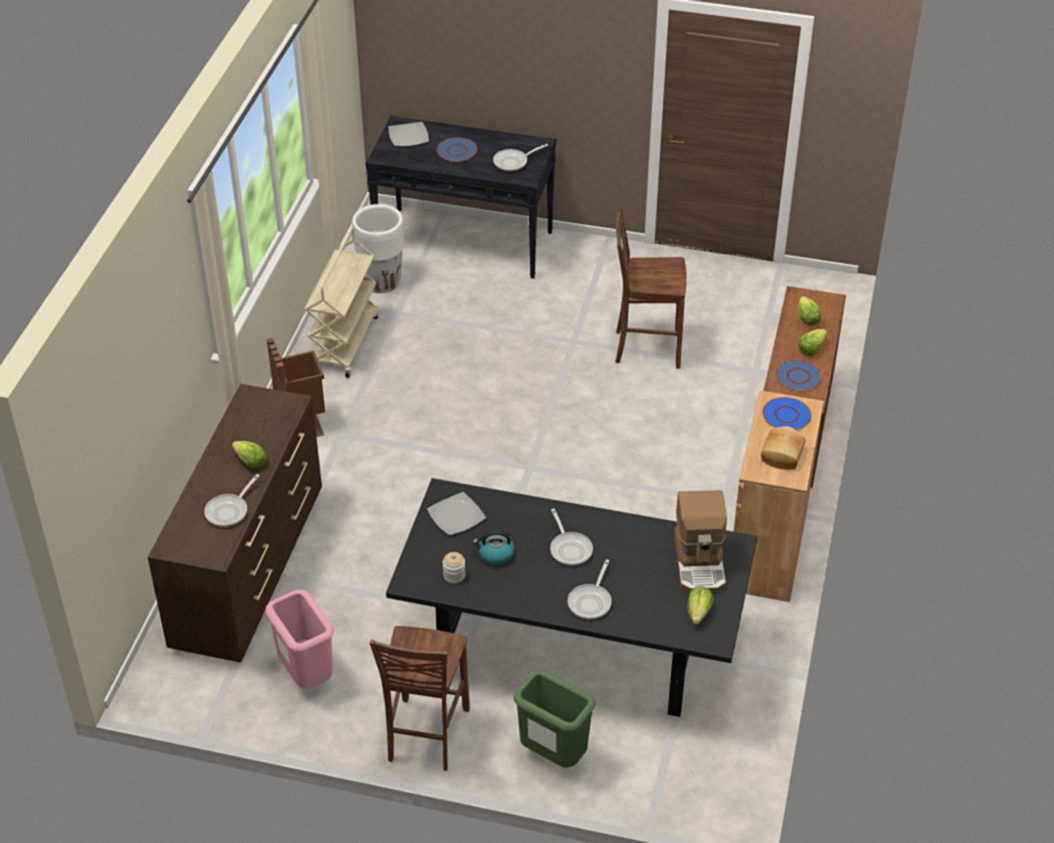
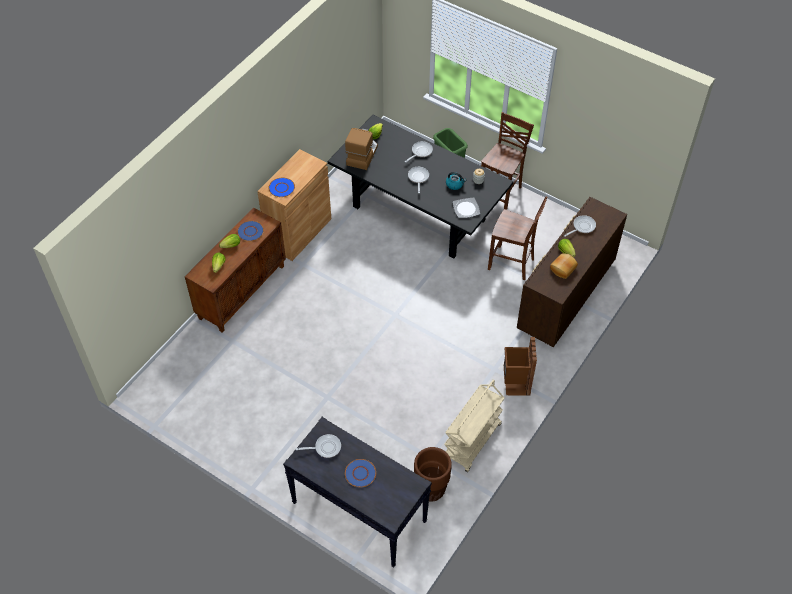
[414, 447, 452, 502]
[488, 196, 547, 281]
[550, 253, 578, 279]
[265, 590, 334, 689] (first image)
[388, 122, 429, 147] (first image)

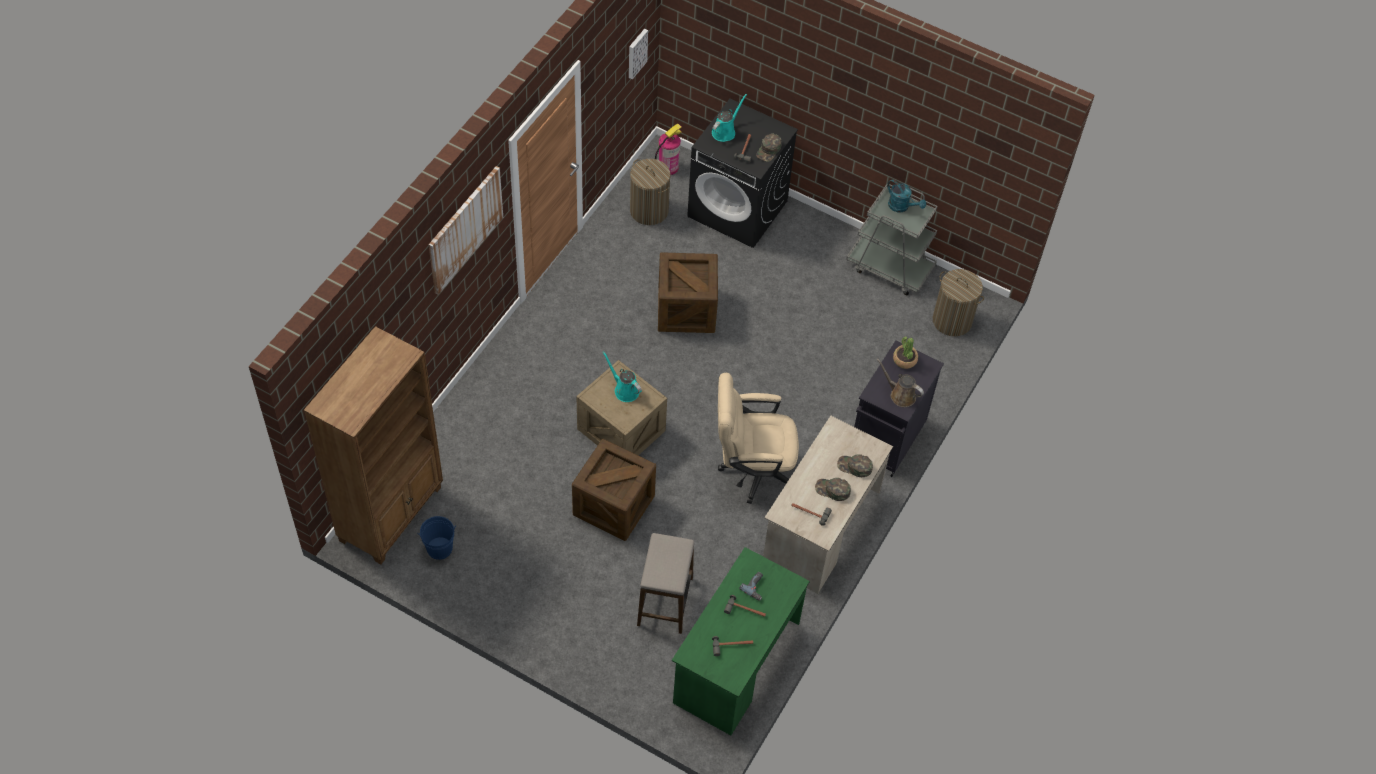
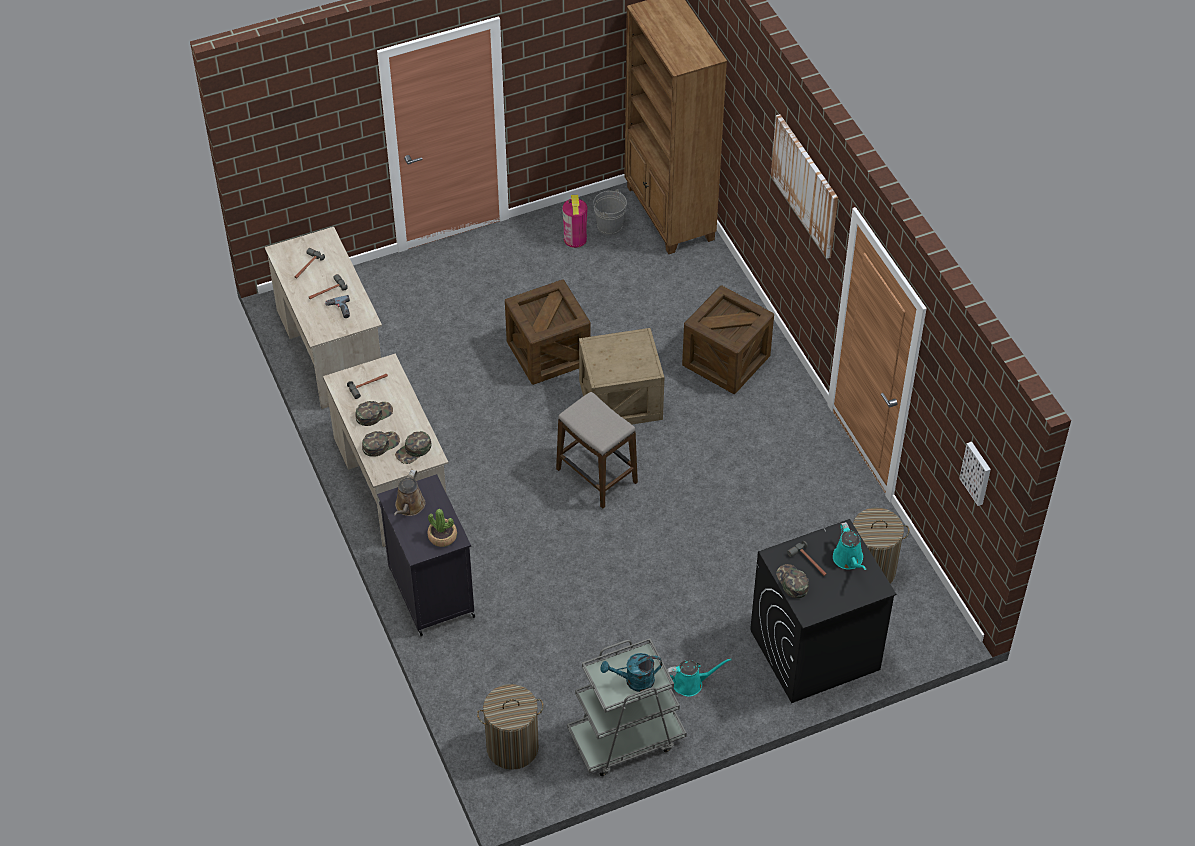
[264, 227, 382, 409]
[394, 470, 425, 516]
[395, 431, 431, 464]
[556, 392, 638, 509]
[562, 195, 588, 248]
[593, 189, 627, 236]
[667, 658, 731, 697]
[682, 285, 774, 394]
[718, 373, 799, 504] (first image)

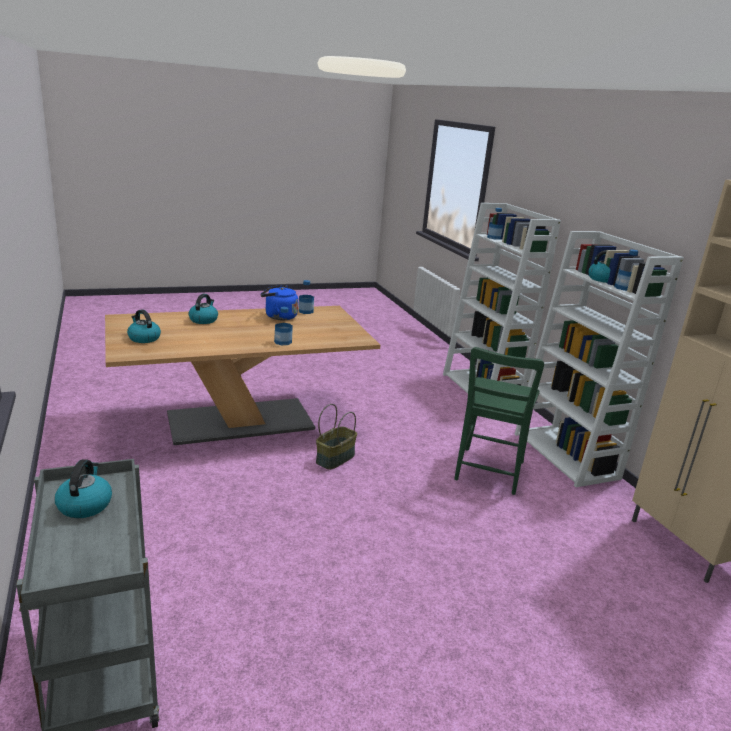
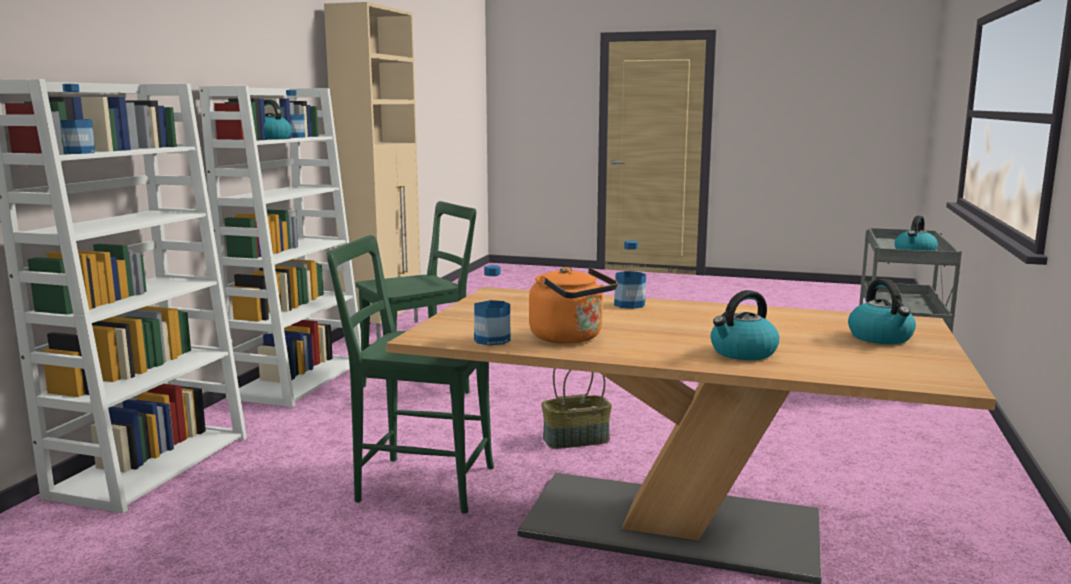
[327, 235, 494, 514]
[529, 267, 618, 344]

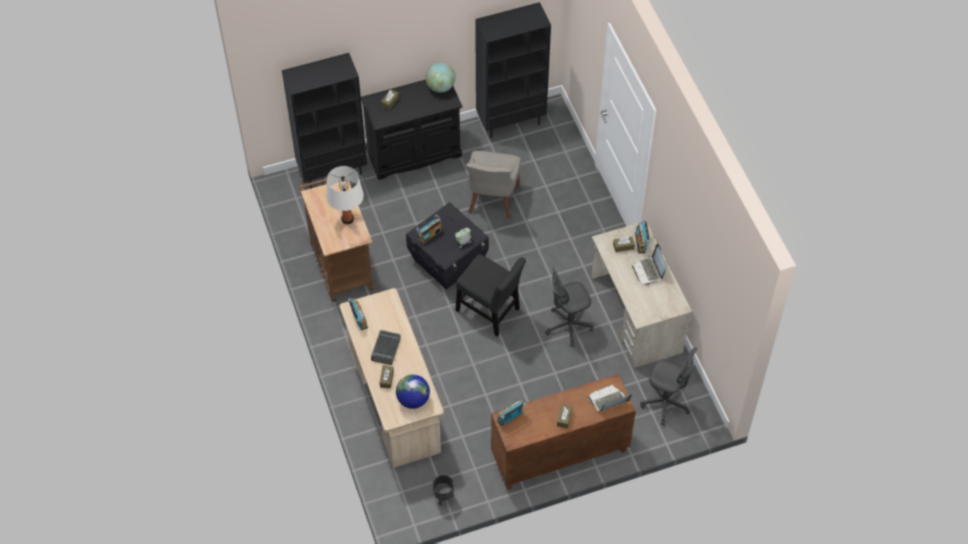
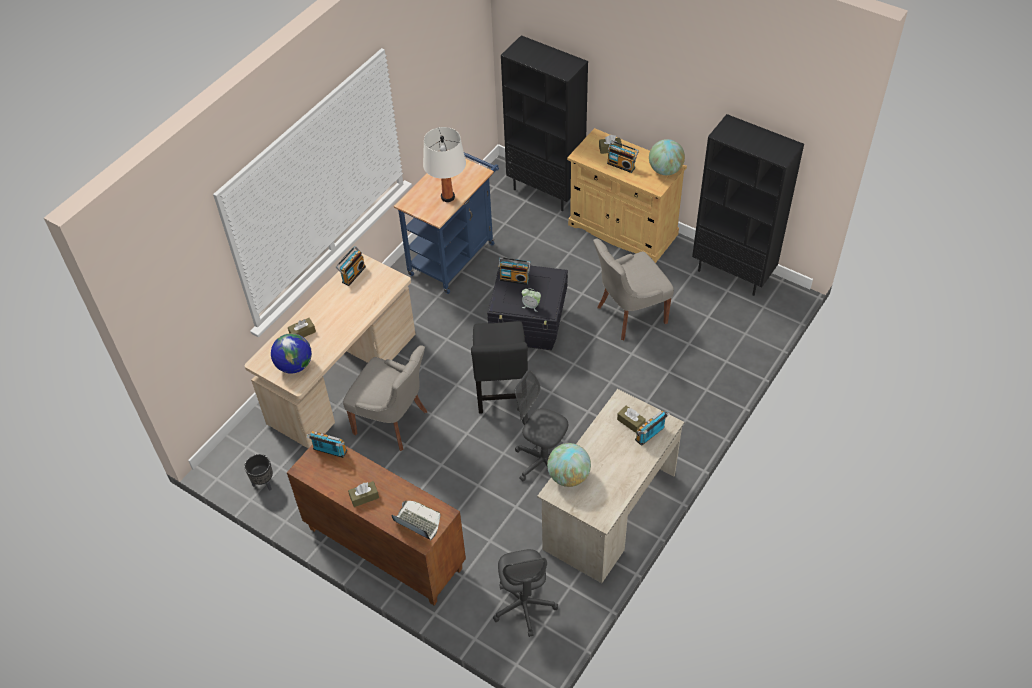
[343, 345, 427, 451]
[394, 152, 499, 294]
[547, 443, 591, 487]
[567, 128, 687, 263]
[607, 140, 639, 173]
[371, 330, 401, 365] (first image)
[632, 244, 666, 286] (first image)

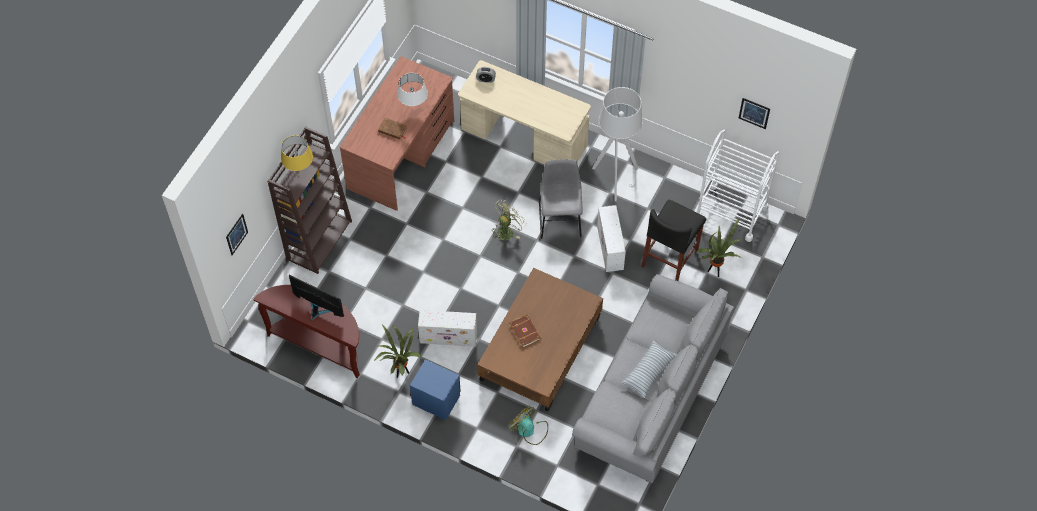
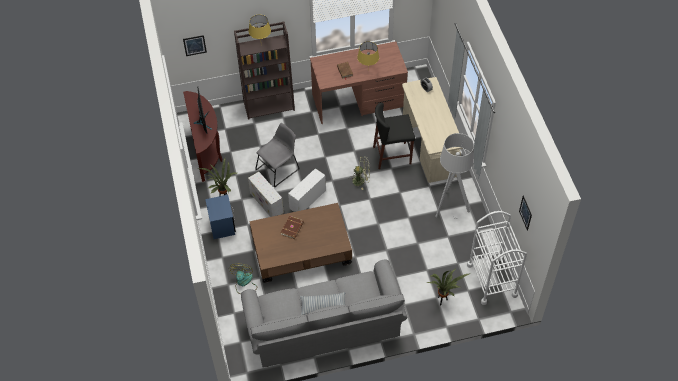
[255, 123, 300, 187]
[288, 168, 326, 212]
[357, 42, 379, 66]
[373, 103, 415, 169]

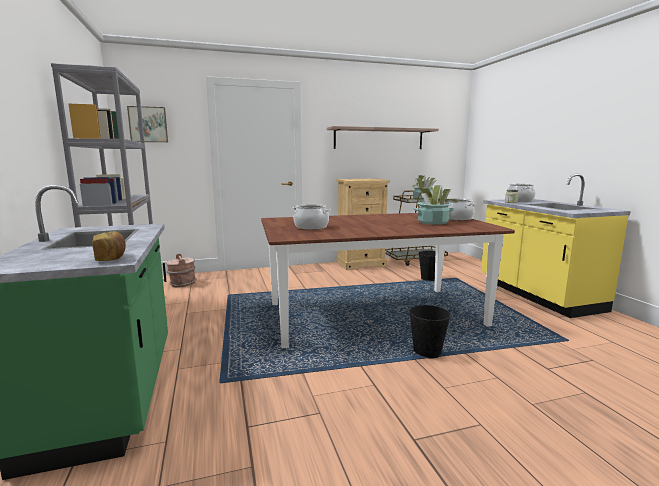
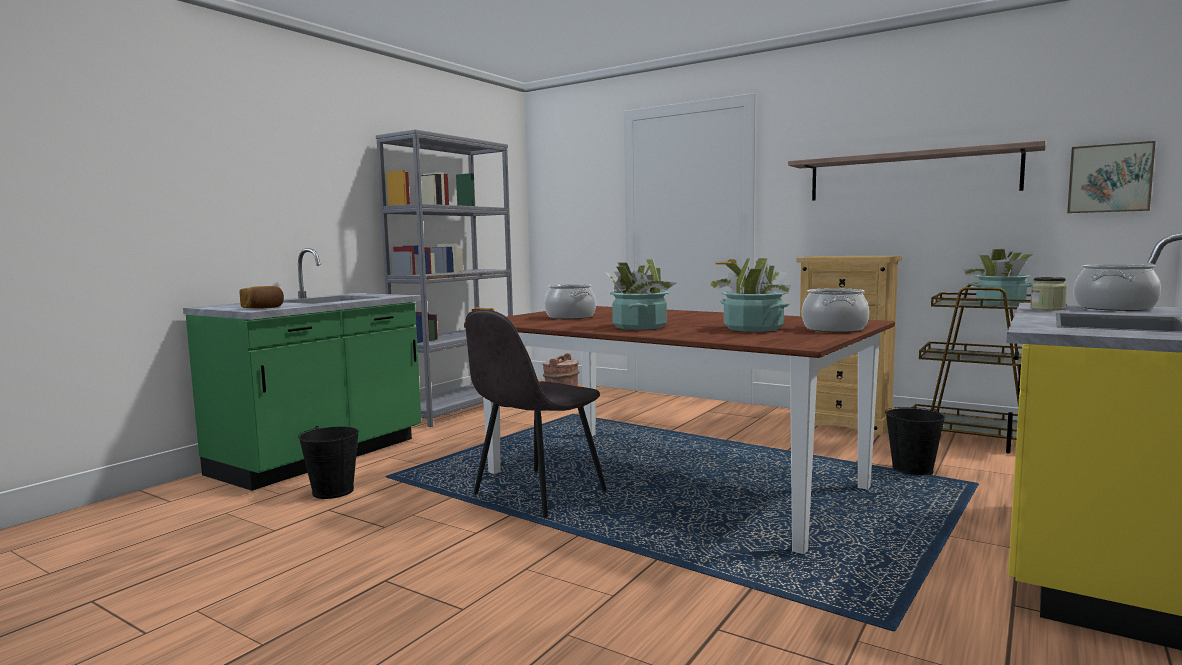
[298, 426, 359, 499]
[465, 310, 607, 518]
[605, 259, 676, 330]
[1067, 141, 1156, 213]

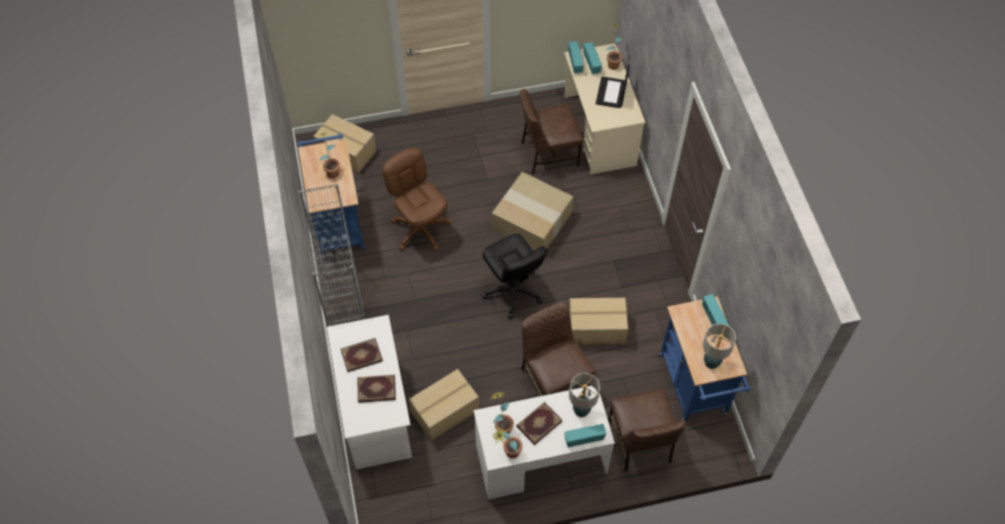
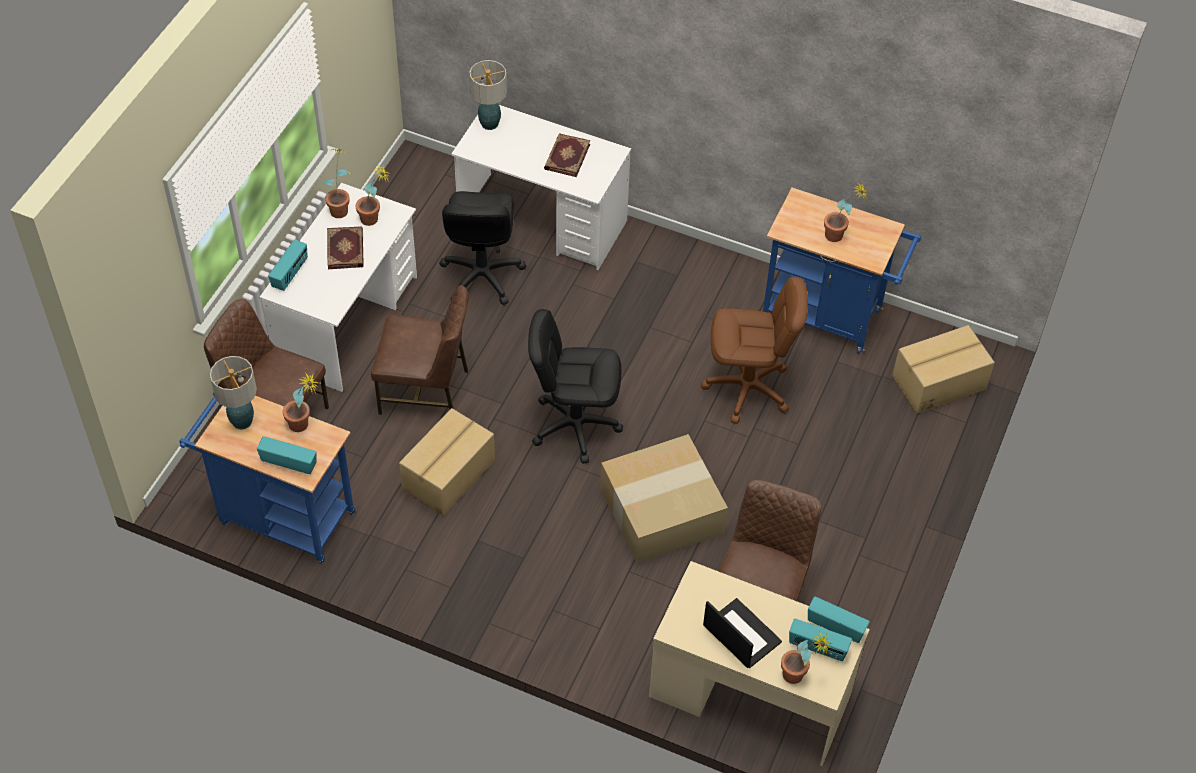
[283, 373, 319, 432]
[439, 191, 526, 305]
[469, 60, 507, 130]
[299, 184, 365, 327] (first image)
[357, 375, 396, 403] (first image)

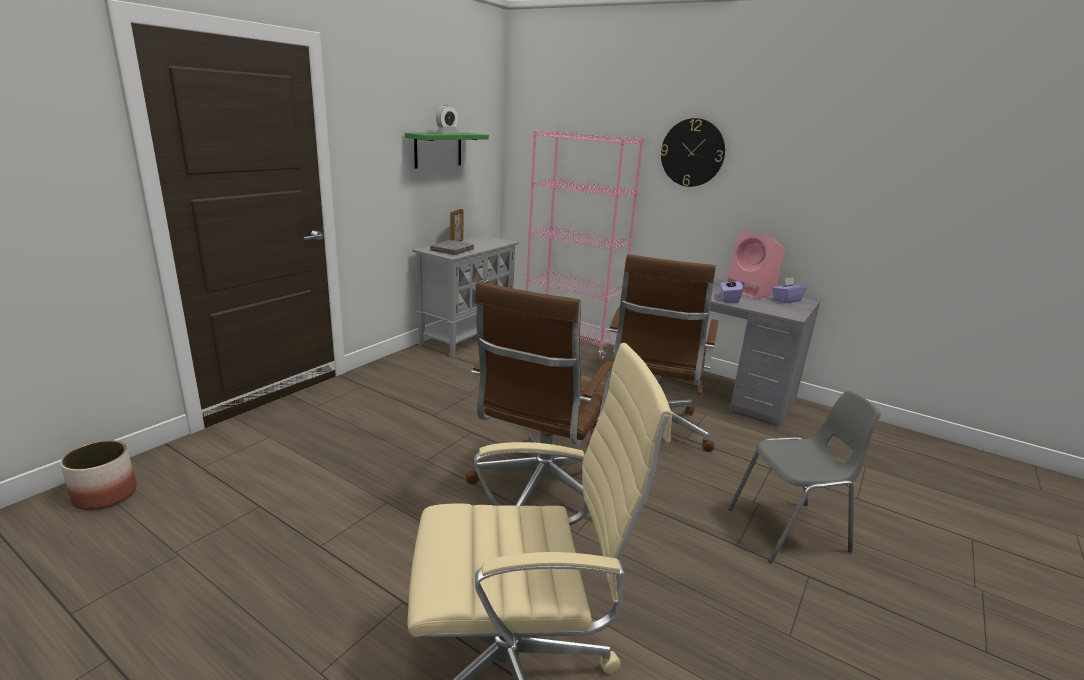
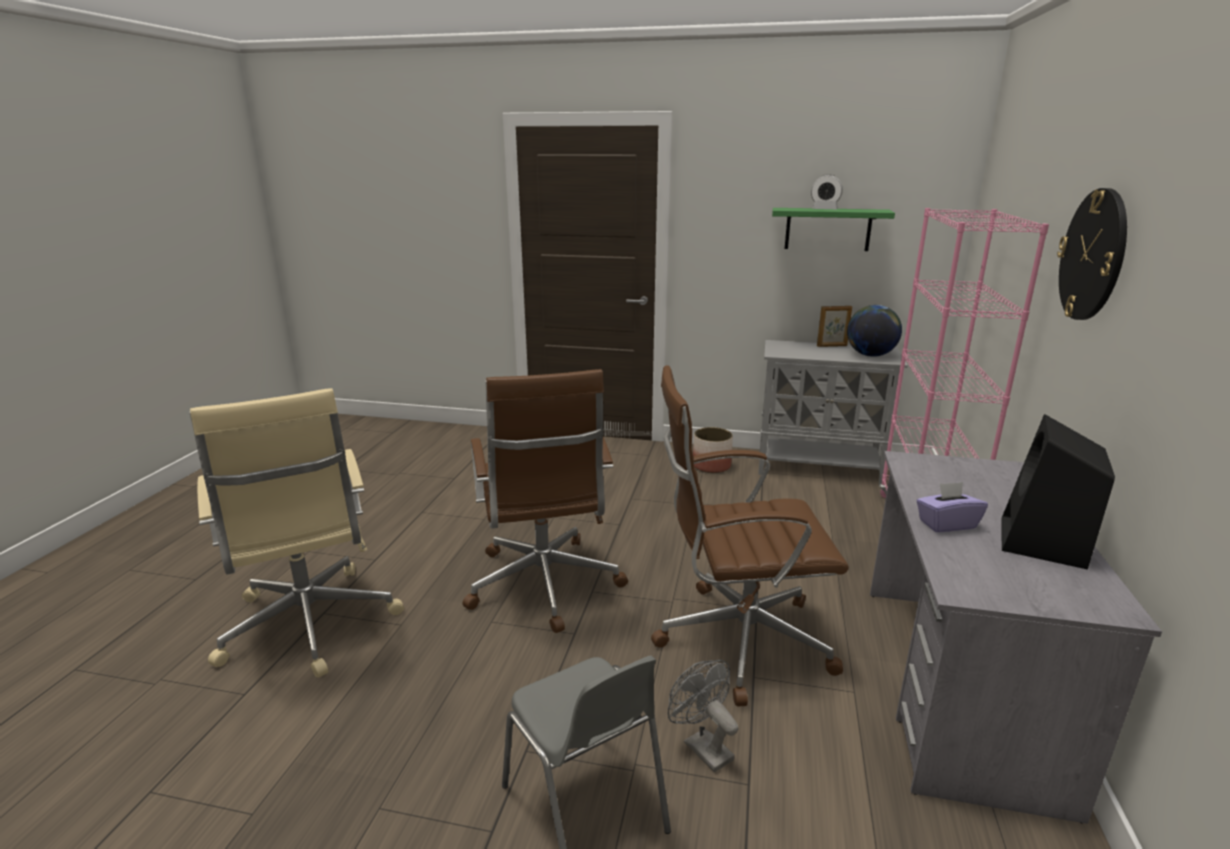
[463, 369, 628, 633]
[668, 660, 739, 772]
[693, 427, 733, 473]
[847, 305, 902, 357]
[1002, 414, 1115, 570]
[430, 240, 474, 255] (first image)
[772, 277, 807, 303] (first image)

